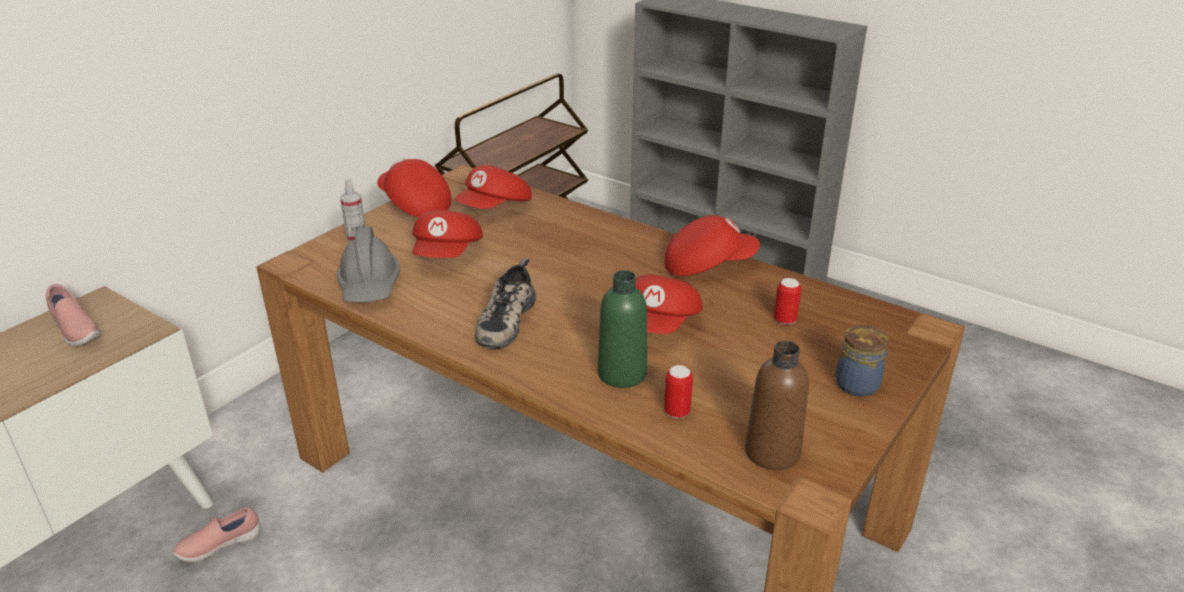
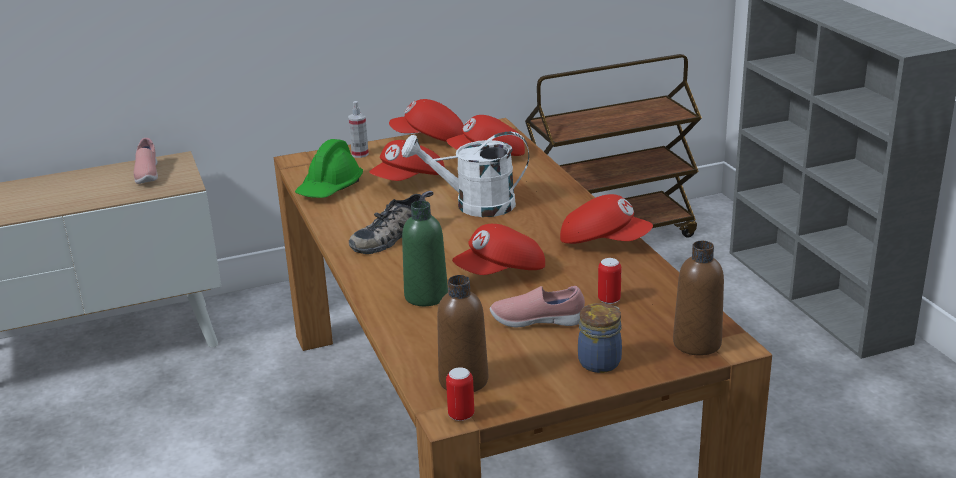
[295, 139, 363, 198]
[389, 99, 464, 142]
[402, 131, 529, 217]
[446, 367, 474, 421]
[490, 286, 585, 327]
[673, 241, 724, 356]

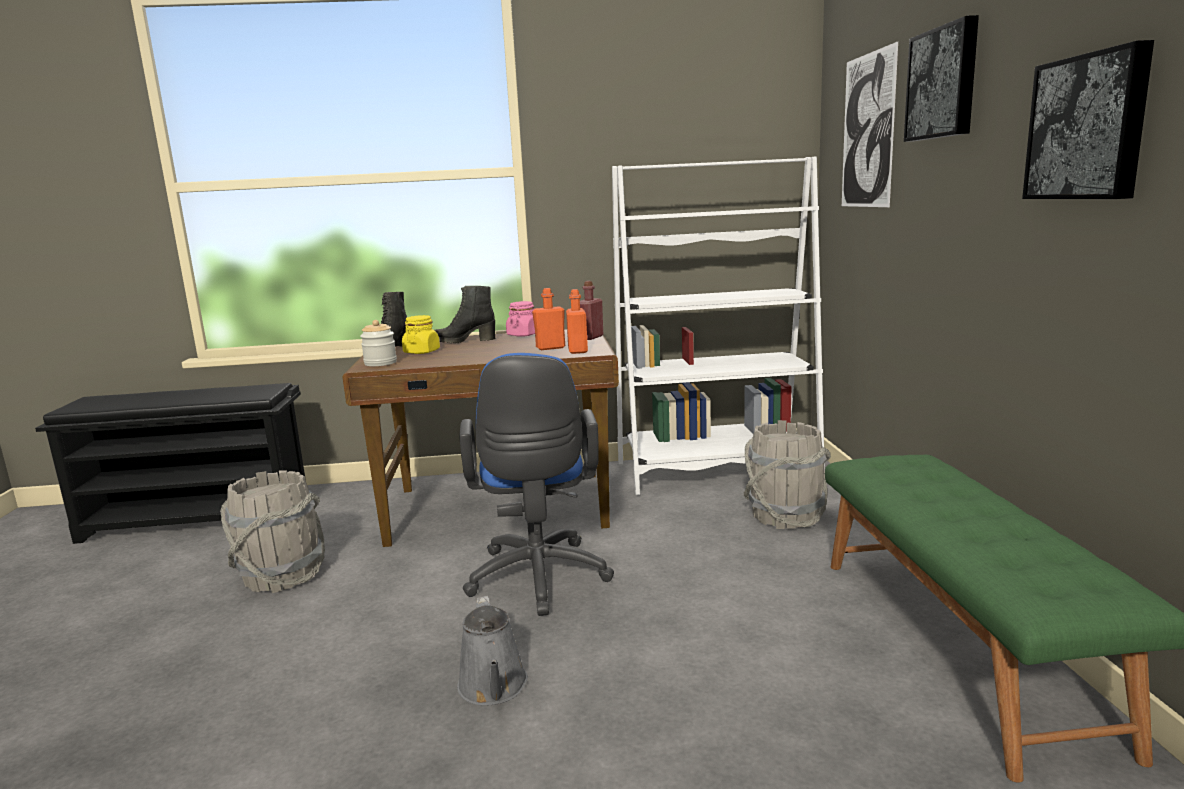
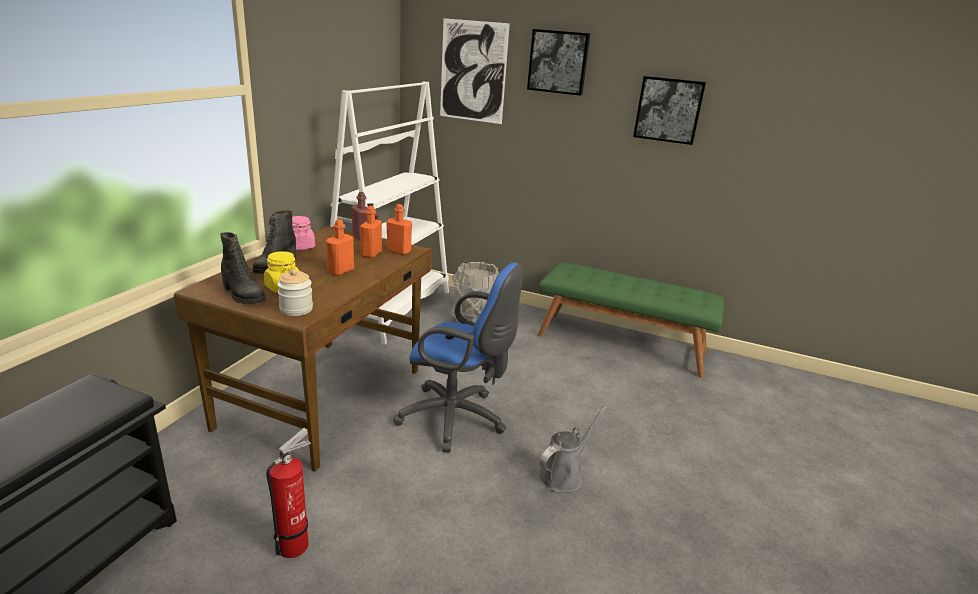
[266, 428, 311, 558]
[326, 219, 354, 276]
[537, 406, 607, 492]

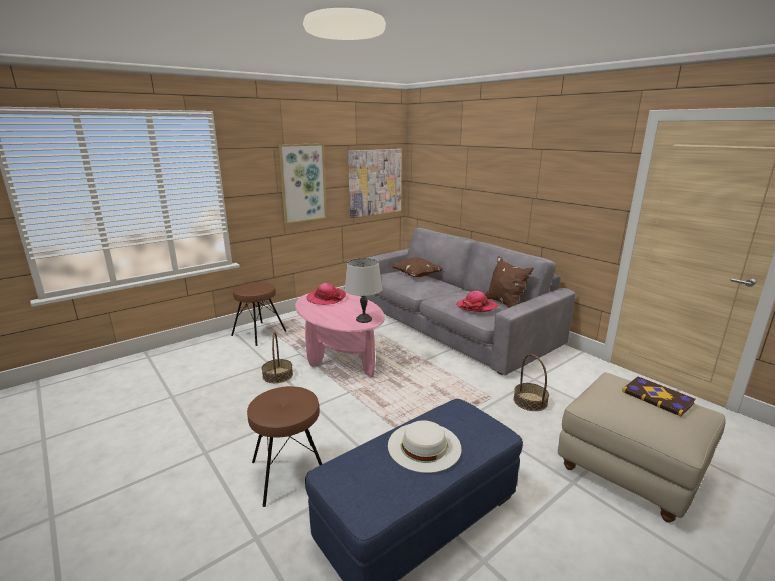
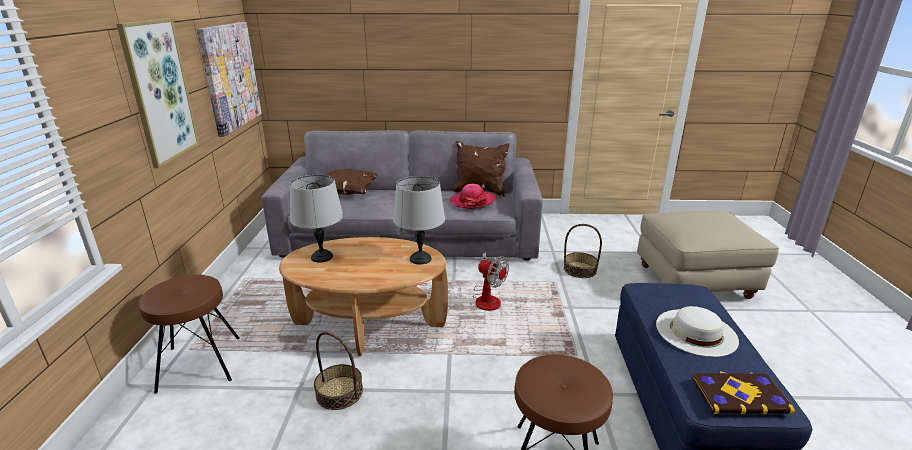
[279, 237, 448, 356]
[290, 175, 343, 263]
[473, 252, 509, 311]
[692, 371, 795, 414]

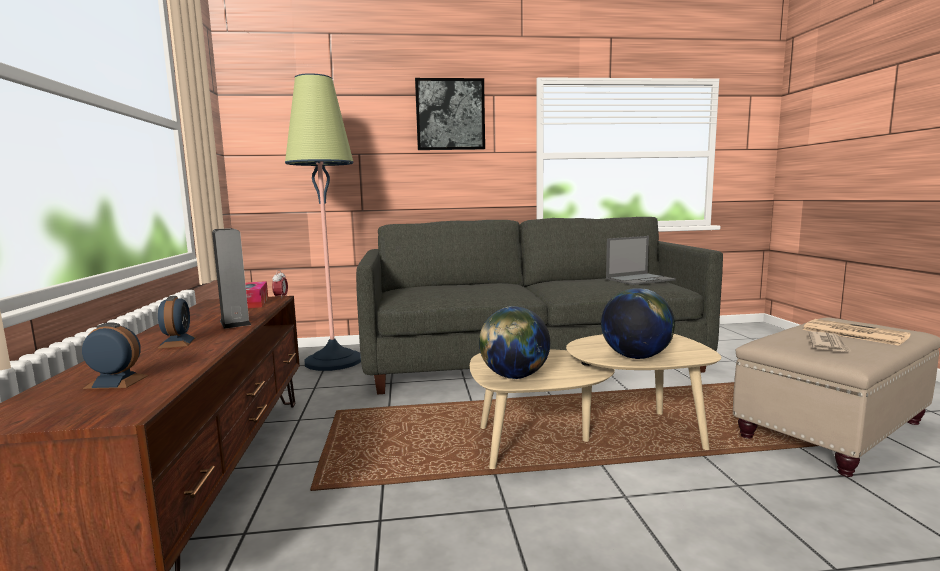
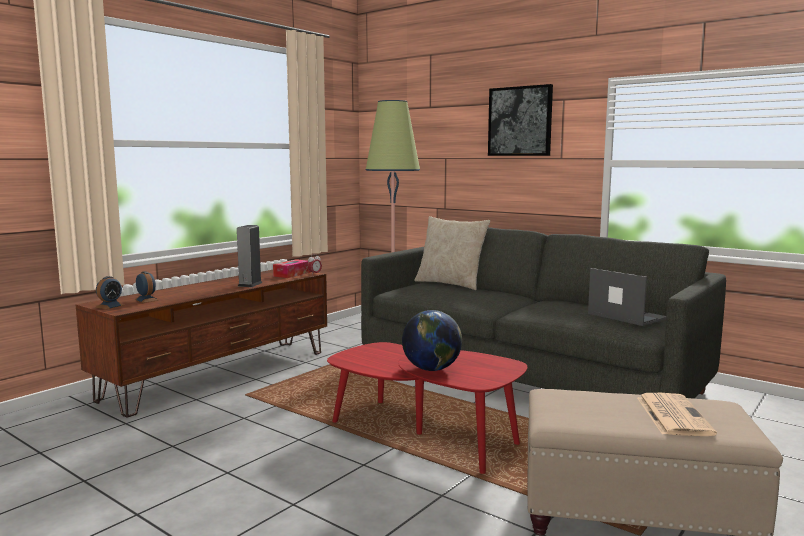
[95, 276, 124, 309]
[327, 342, 527, 474]
[414, 216, 490, 290]
[588, 268, 666, 326]
[479, 306, 550, 379] (first image)
[809, 331, 852, 352] (first image)

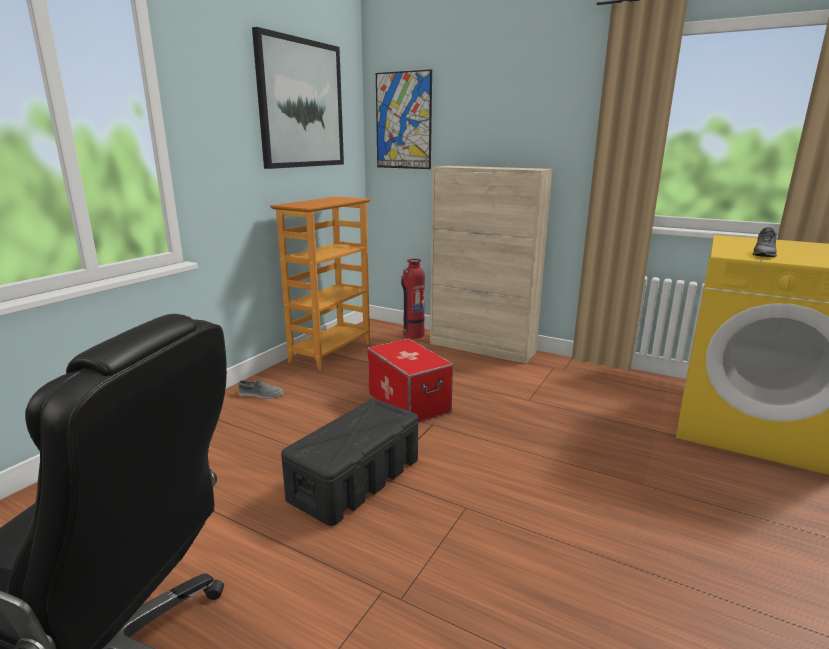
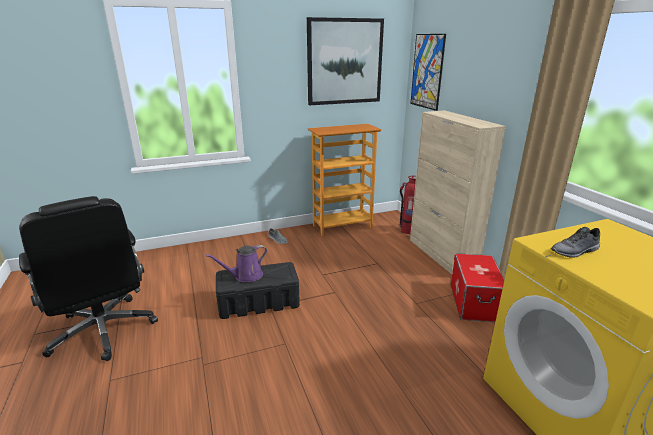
[206, 245, 267, 282]
[451, 253, 505, 322]

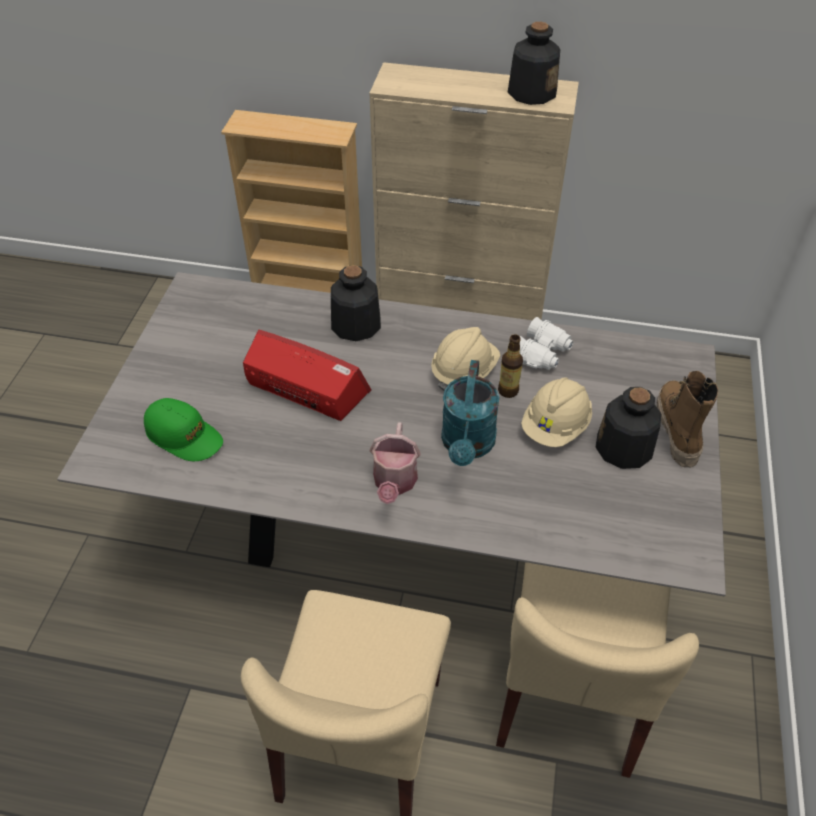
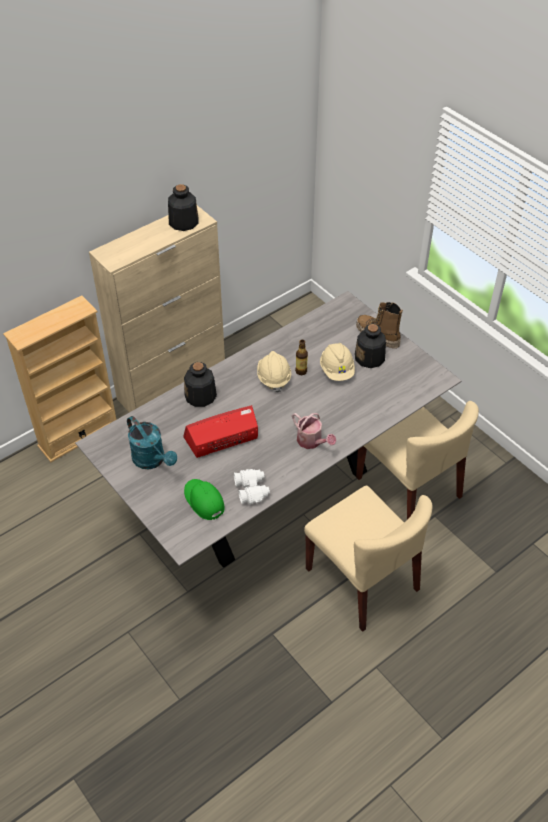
[127, 416, 177, 469]
[184, 479, 225, 520]
[234, 469, 270, 505]

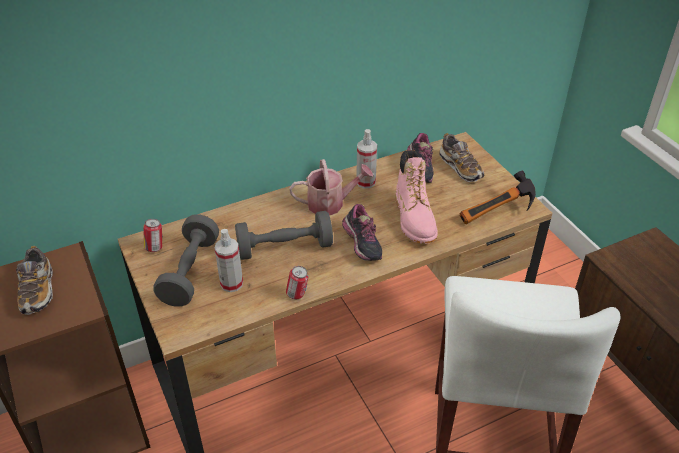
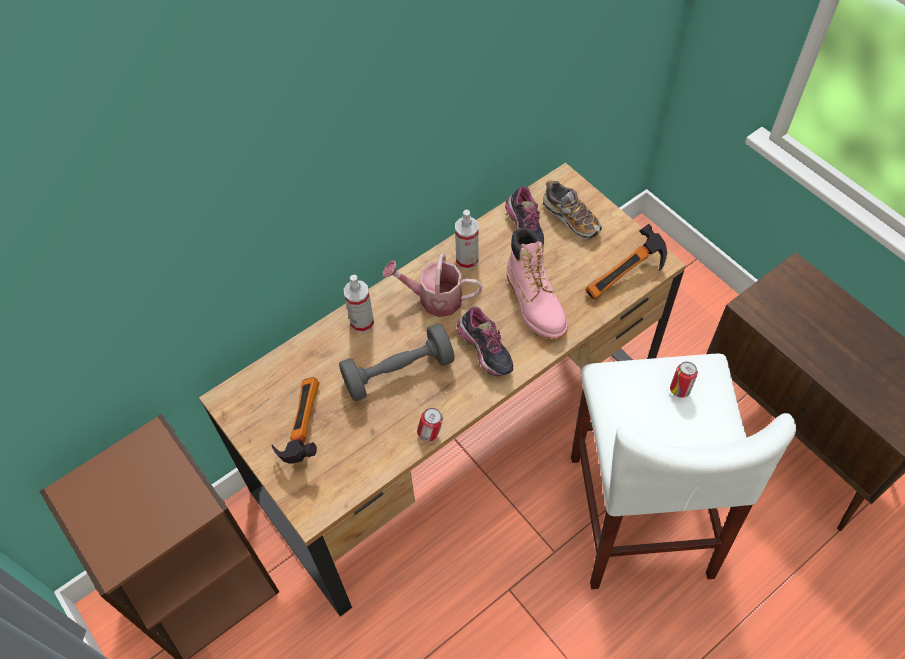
[272, 377, 320, 464]
[344, 275, 374, 333]
[383, 253, 483, 317]
[670, 362, 698, 398]
[16, 246, 53, 315] (first image)

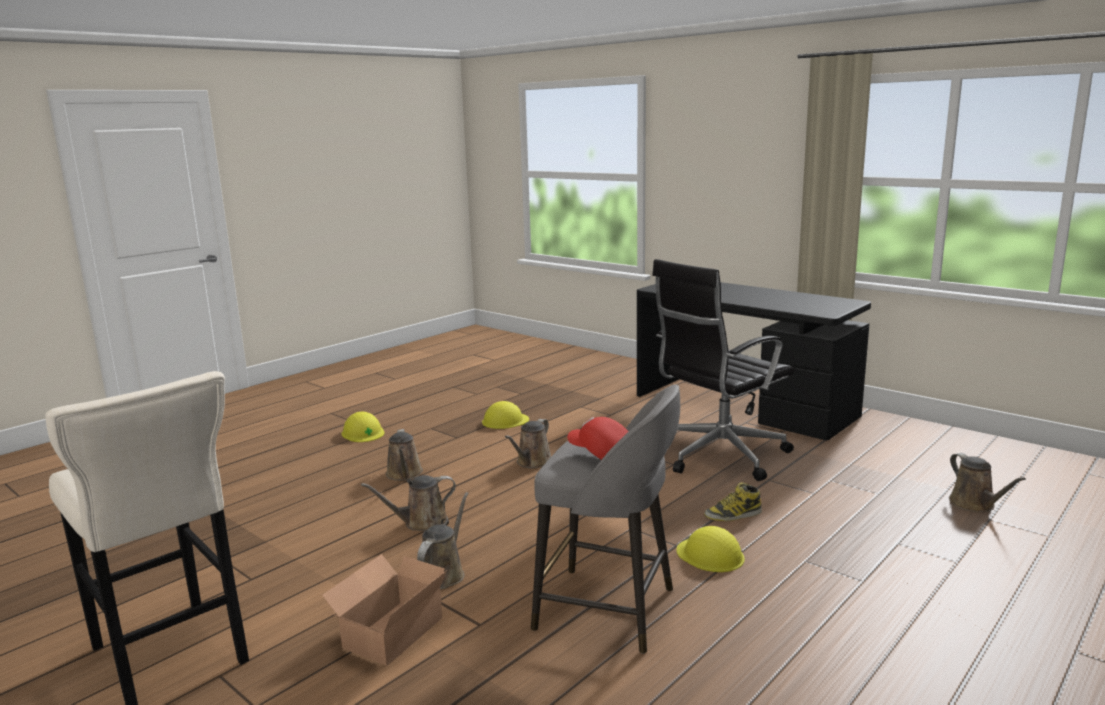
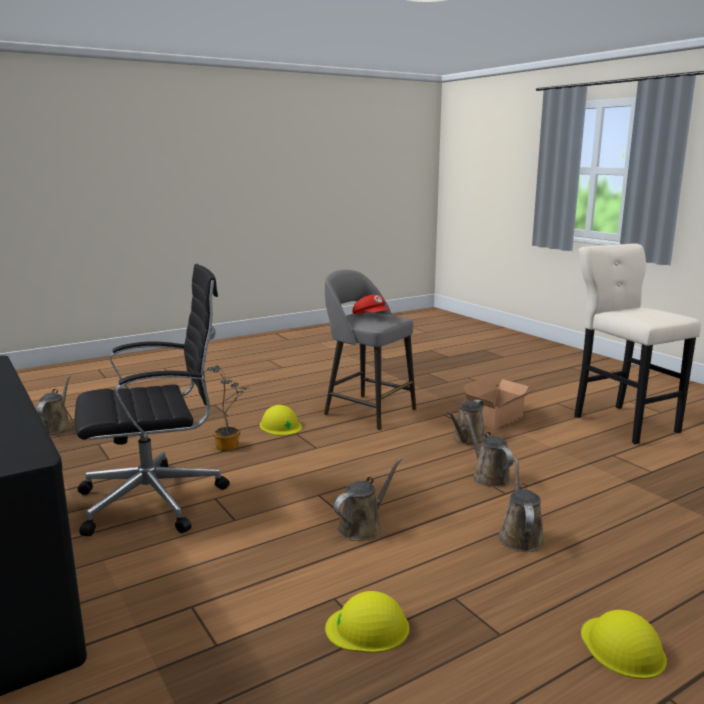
[207, 365, 249, 451]
[465, 414, 514, 488]

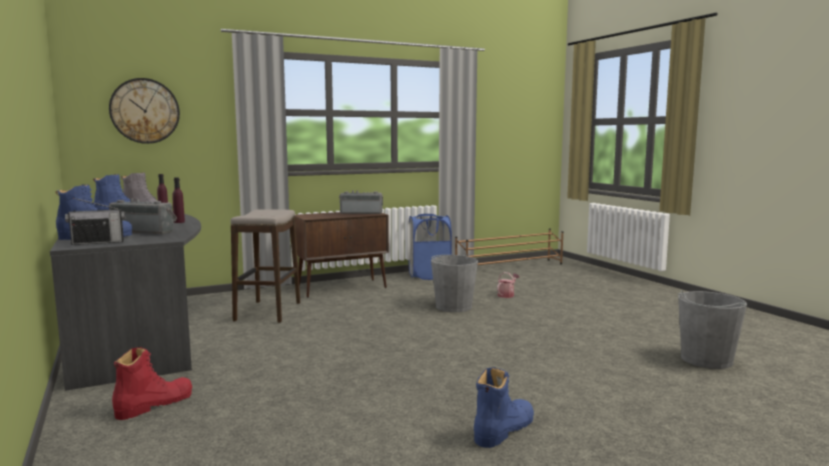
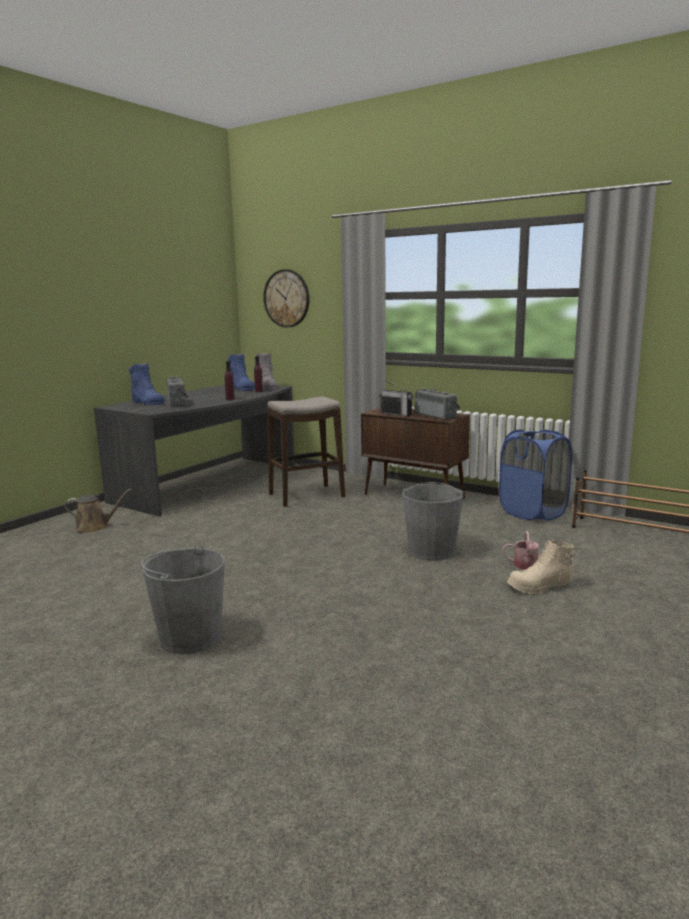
[64, 489, 132, 533]
[141, 544, 225, 654]
[379, 381, 413, 417]
[507, 540, 575, 594]
[474, 367, 534, 448] (first image)

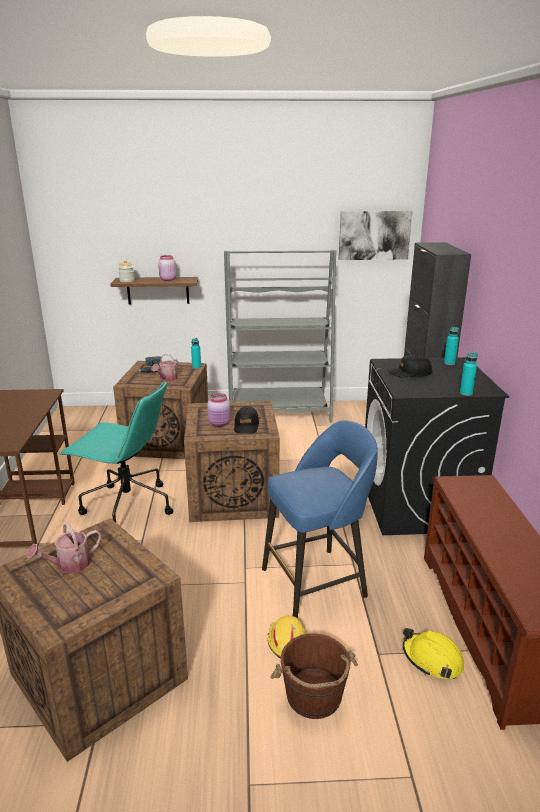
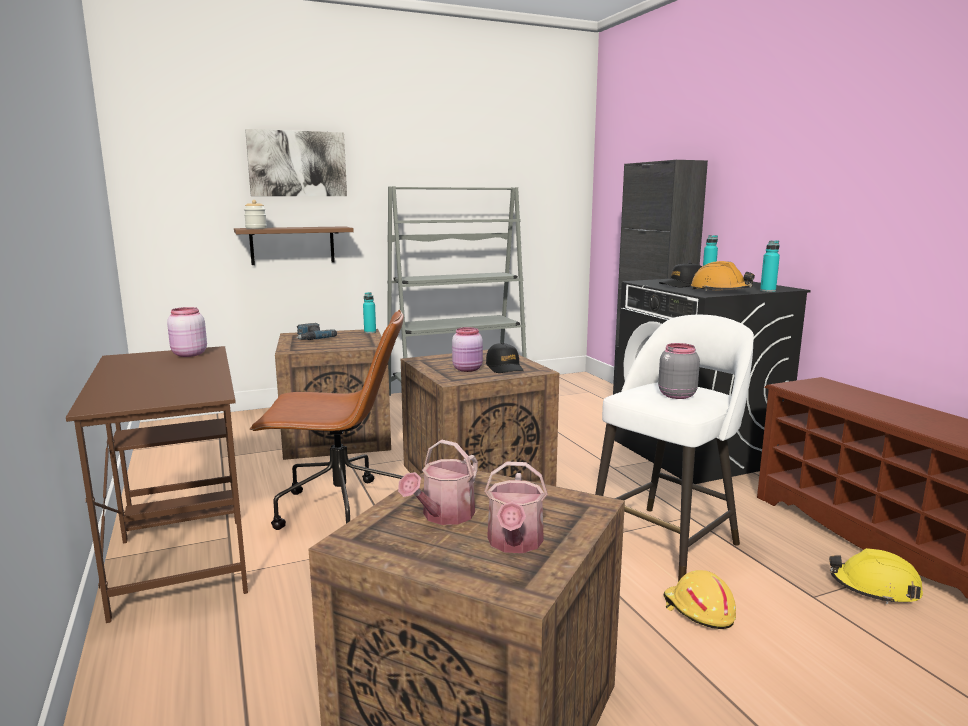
[167, 307, 207, 357]
[245, 129, 347, 196]
[249, 310, 404, 530]
[484, 461, 548, 553]
[595, 315, 754, 582]
[658, 343, 700, 399]
[691, 261, 755, 291]
[270, 633, 358, 719] (first image)

